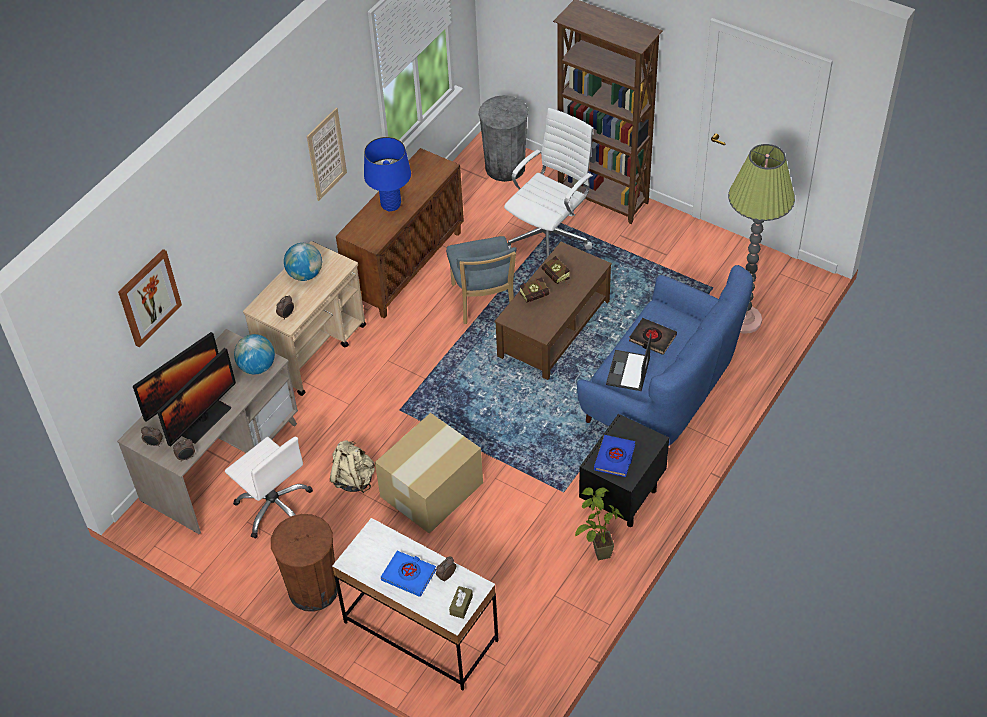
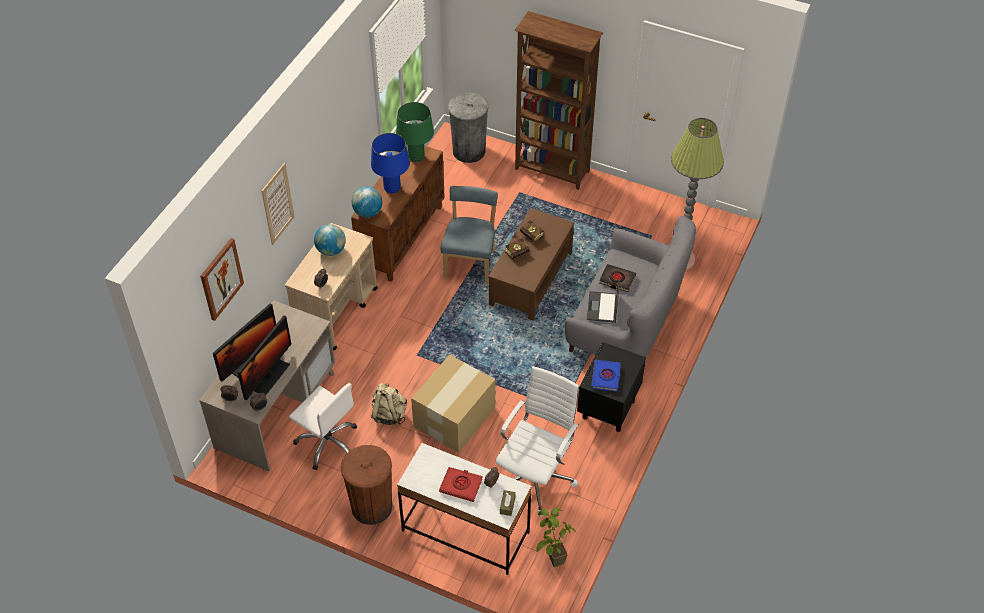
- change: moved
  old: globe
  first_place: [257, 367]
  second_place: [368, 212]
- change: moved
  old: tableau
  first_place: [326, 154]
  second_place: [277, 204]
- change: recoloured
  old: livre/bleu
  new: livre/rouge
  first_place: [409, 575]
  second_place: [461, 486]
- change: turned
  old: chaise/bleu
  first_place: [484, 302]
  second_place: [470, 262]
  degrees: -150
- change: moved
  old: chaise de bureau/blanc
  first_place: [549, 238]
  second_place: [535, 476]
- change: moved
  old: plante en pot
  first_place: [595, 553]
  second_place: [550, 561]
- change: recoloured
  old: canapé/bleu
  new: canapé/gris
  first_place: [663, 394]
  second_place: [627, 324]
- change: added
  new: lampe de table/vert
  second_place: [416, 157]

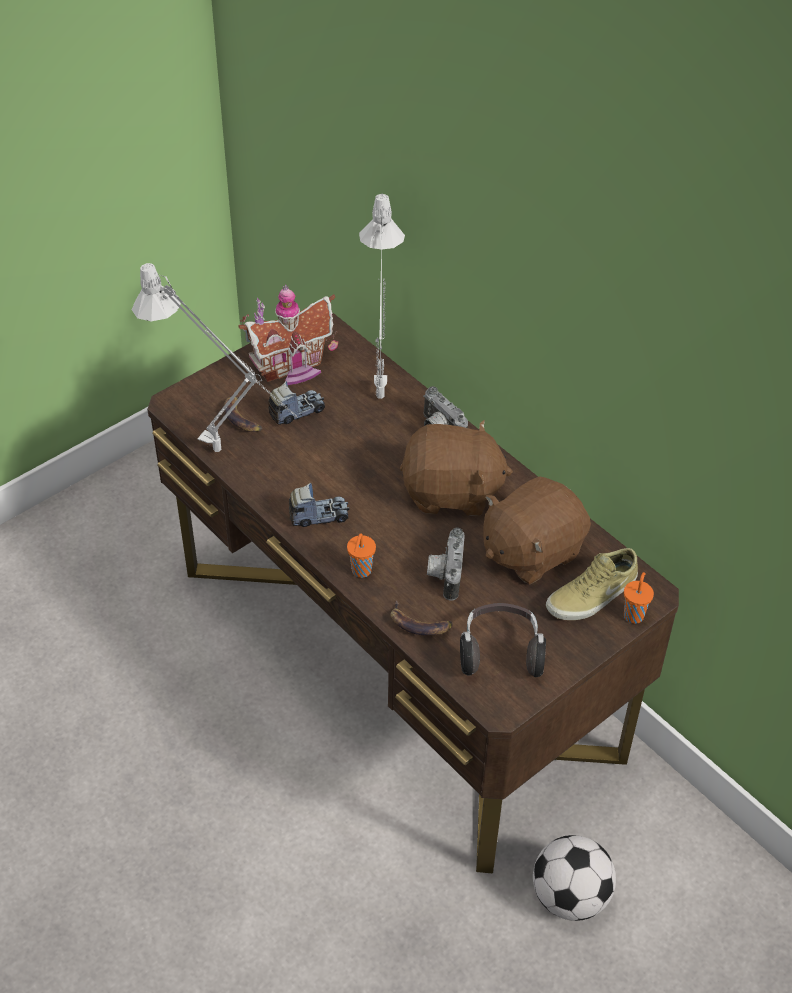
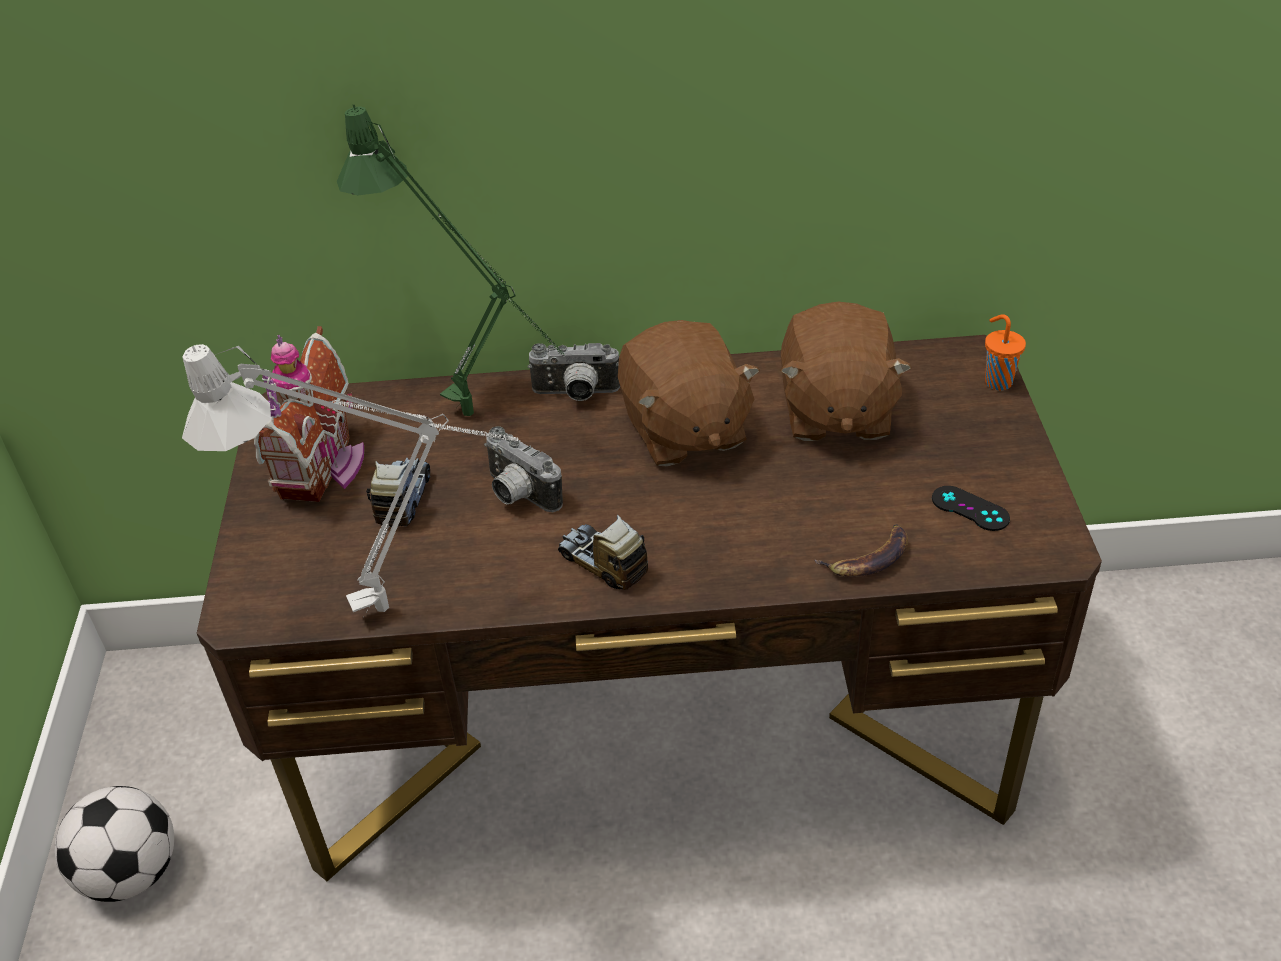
- change: removed
  old: banane
  first_place: [242, 417]
- change: turned
  old: camion jouet
  first_place: [319, 516]
  second_place: [603, 564]
  degrees: -75
- change: removed
  old: tasse/orange
  first_place: [361, 571]
- change: recoloured
  old: lampe de table/gris
  new: lampe de table/vert
  first_place: [380, 406]
  second_place: [481, 422]
- change: turned
  old: peluche/marron
  first_place: [451, 492]
  second_place: [684, 430]
  degrees: 120
- change: moved
  old: appareil photo
  first_place: [444, 574]
  second_place: [518, 495]
- change: replaced
  old: casque audio
  new: manette/noir
  first_place: [500, 651]
  second_place: [970, 509]
- change: moved
  old: ballon de foot
  first_place: [570, 897]
  second_place: [131, 873]
- change: removed
  old: chaussure/beige
  first_place: [593, 595]

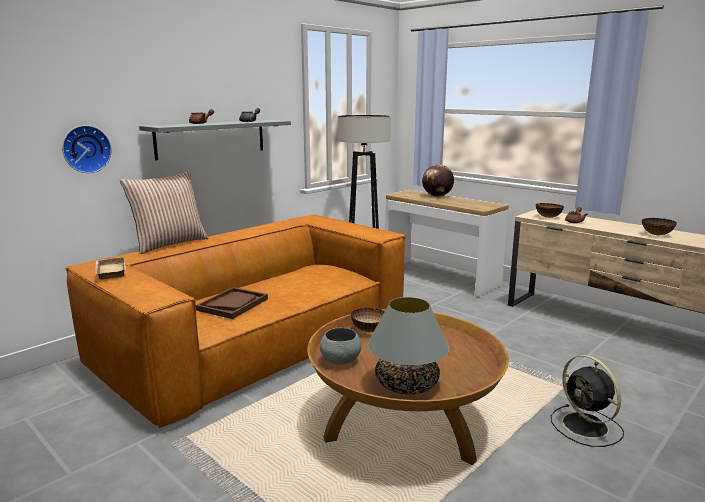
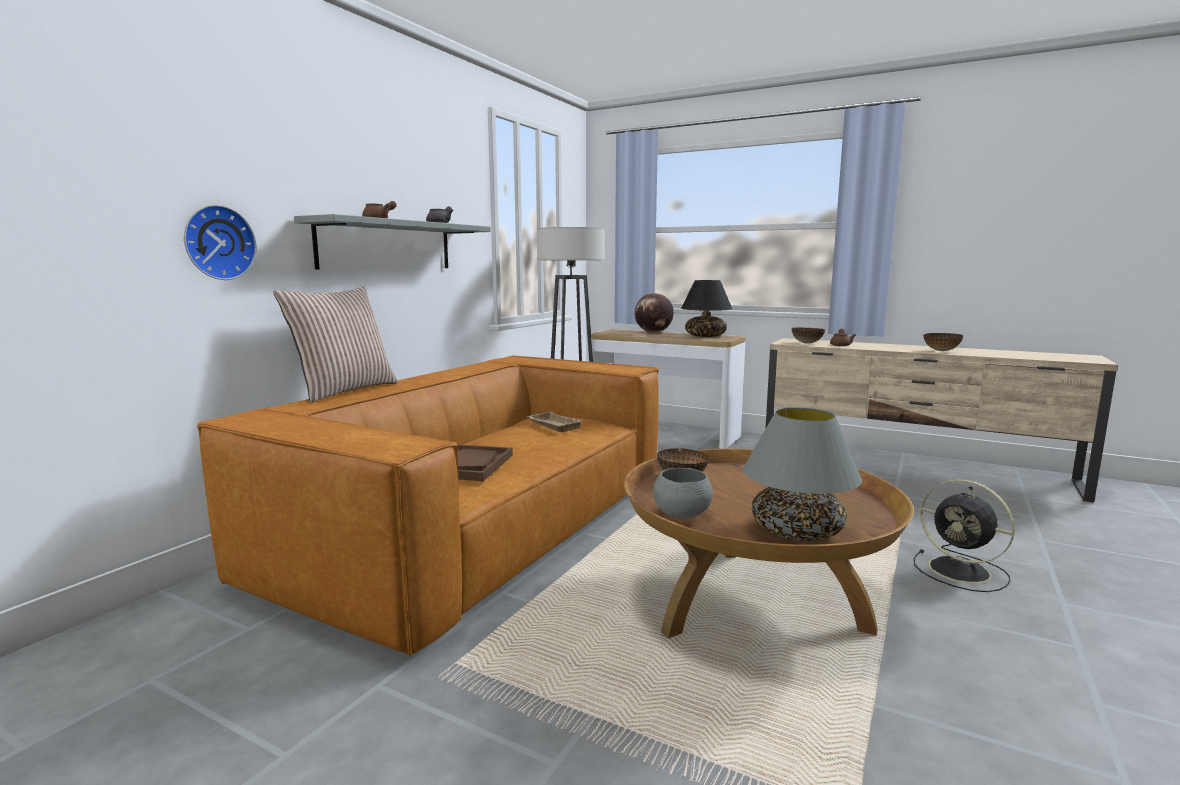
- change: moved
  old: plateau/beige
  first_place: [109, 271]
  second_place: [552, 426]
- change: added
  new: lampe de table/noir
  second_place: [705, 336]

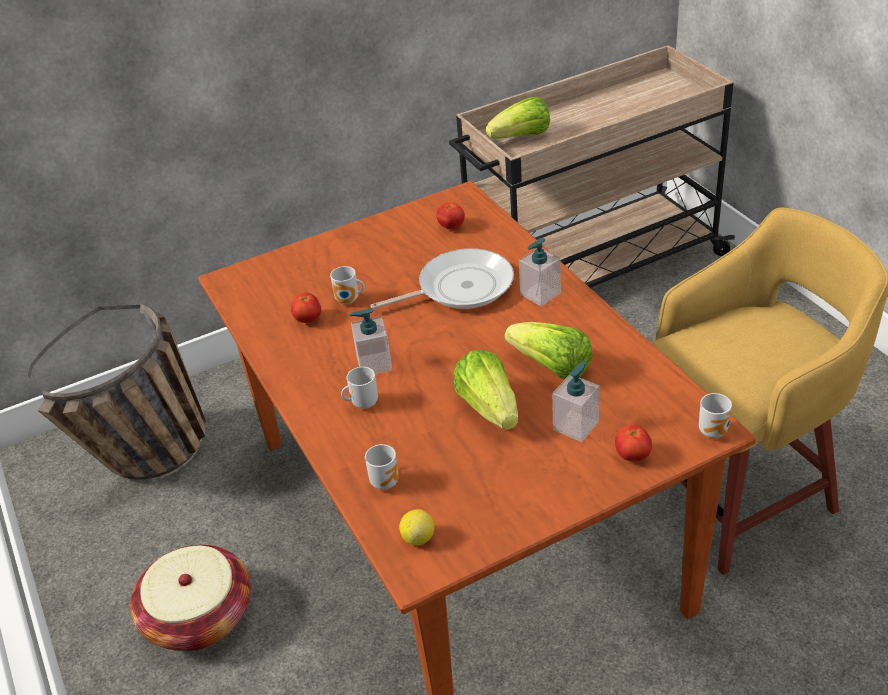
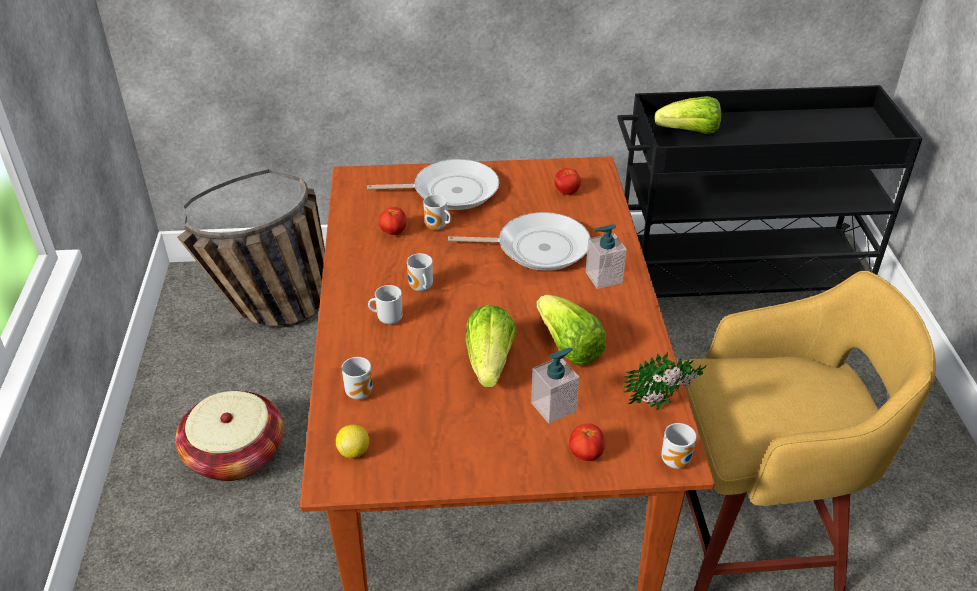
- change: replaced
  old: distributeur de savon
  new: mug
  first_place: [374, 364]
  second_place: [420, 289]
- change: recoloured
  old: chariot/beige
  new: chariot/noir
  first_place: [590, 270]
  second_place: [734, 280]
- change: added
  new: poêle
  second_place: [450, 191]
- change: added
  new: plante en pot
  second_place: [663, 404]

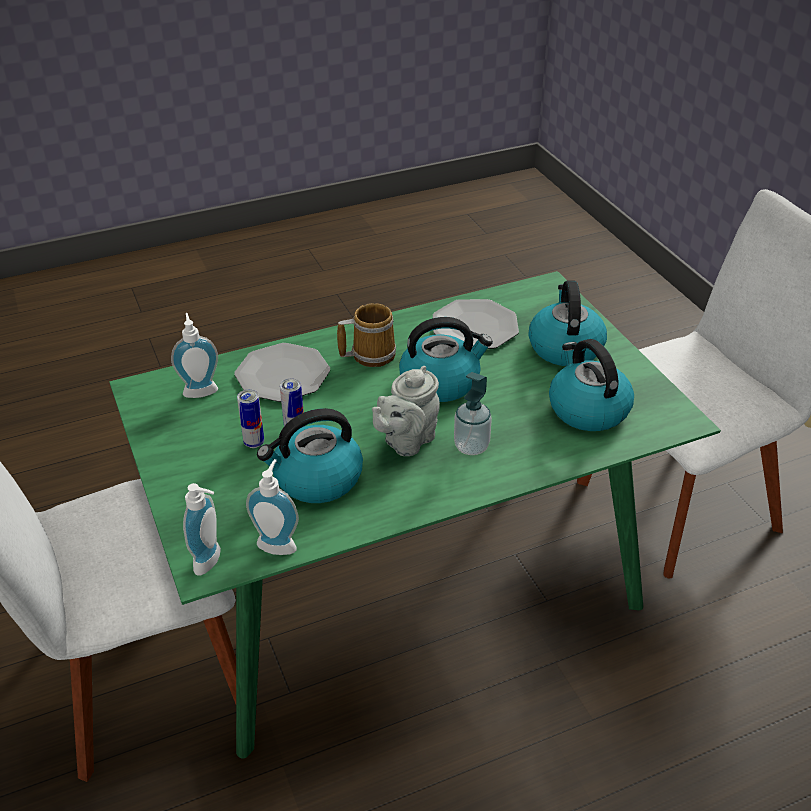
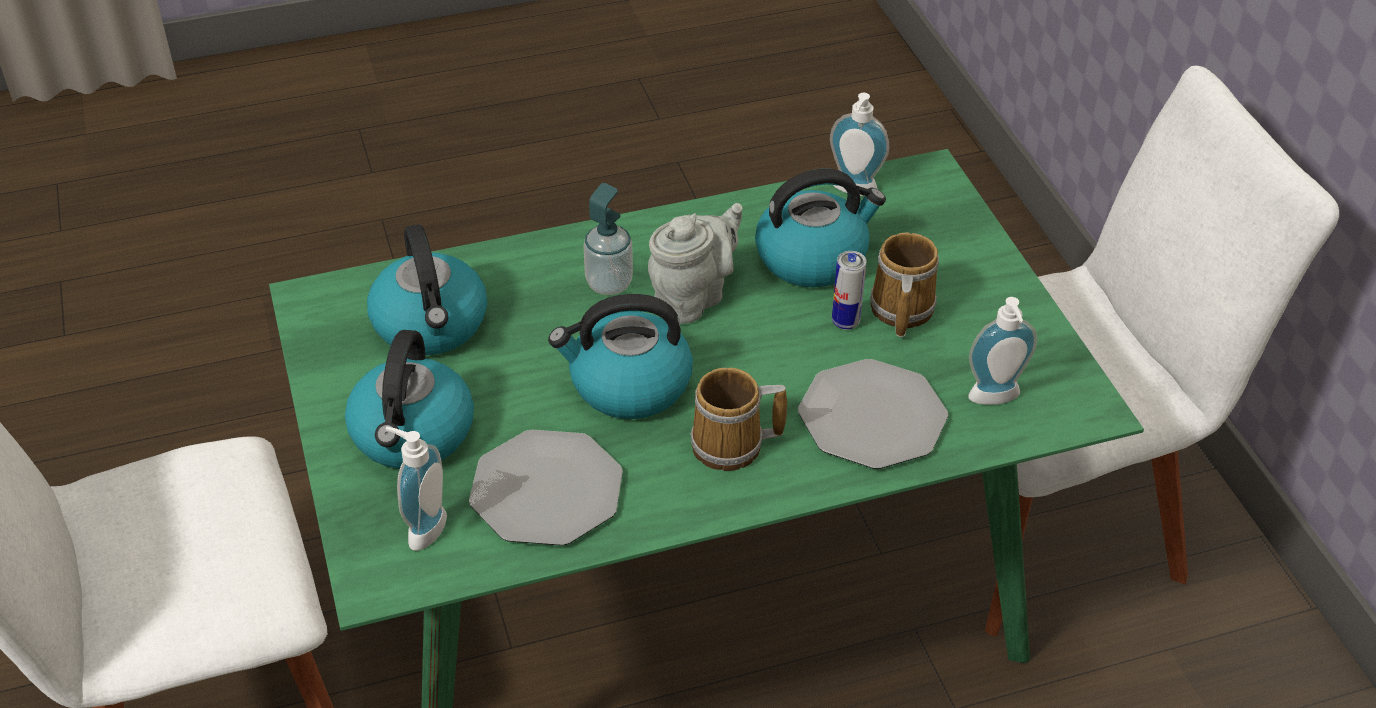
- change: moved
  old: distributeur de savon
  first_place: [211, 561]
  second_place: [422, 528]
- change: replaced
  old: boîte métallique
  new: mug
  first_place: [254, 443]
  second_place: [899, 310]

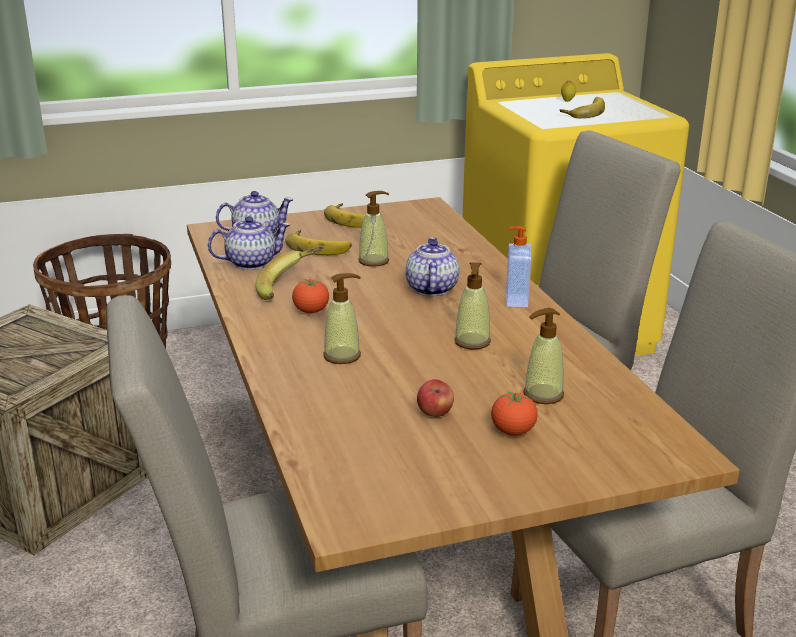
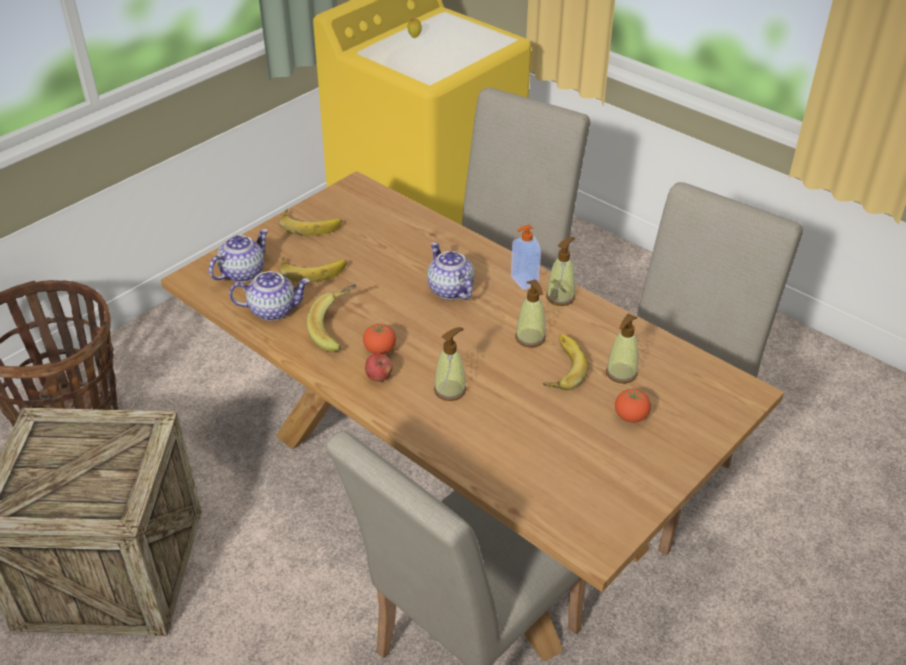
- change: turned
  old: théière
  first_place: [251, 263]
  second_place: [273, 310]
  degrees: 45
- change: moved
  old: distributeur de savon
  first_place: [374, 261]
  second_place: [560, 297]
- change: moved
  old: pomme
  first_place: [435, 413]
  second_place: [379, 377]
- change: moved
  old: banane
  first_place: [583, 111]
  second_place: [560, 366]

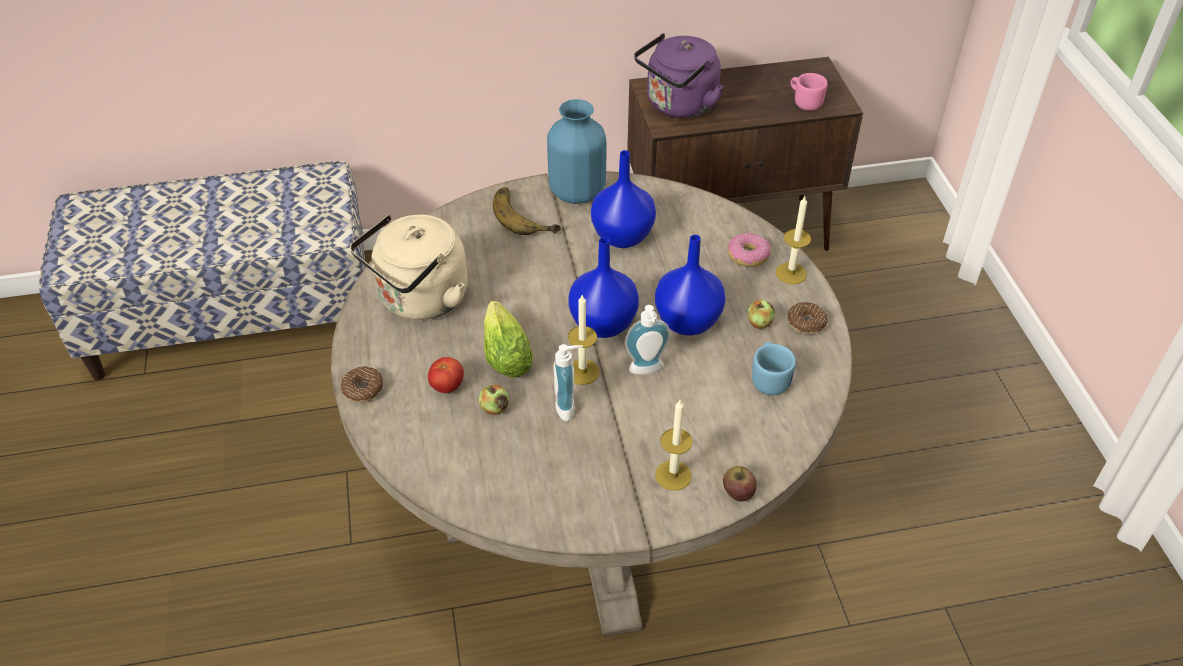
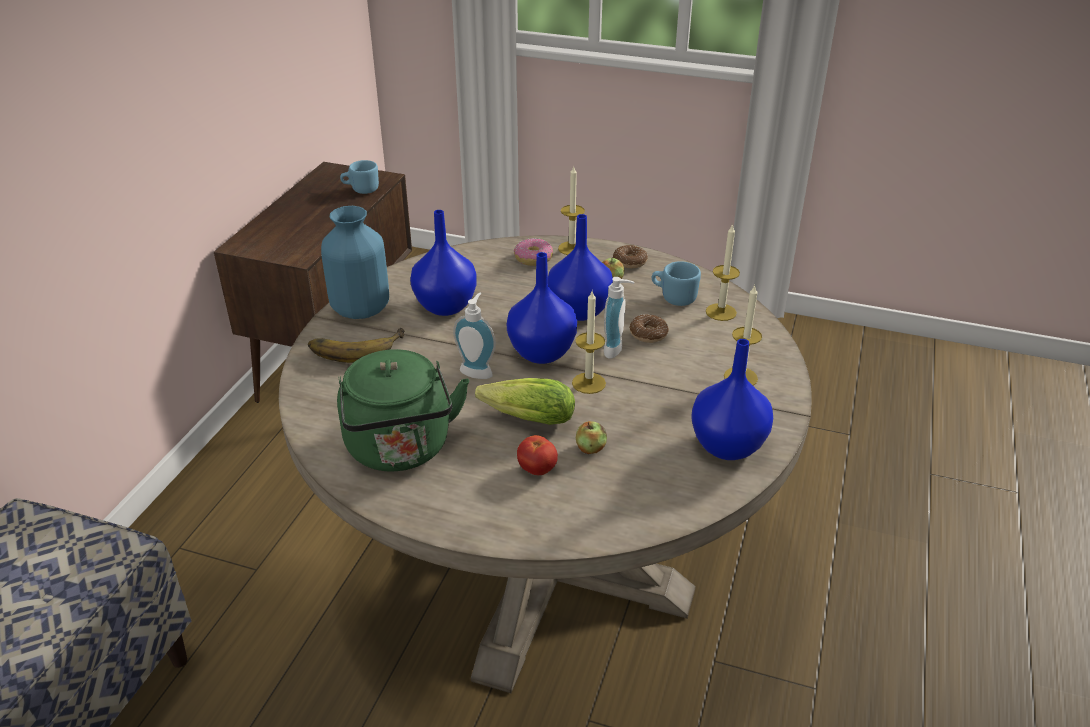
- change: moved
  old: beignet
  first_place: [363, 389]
  second_place: [648, 334]
- change: recoloured
  old: bouilloire/beige
  new: bouilloire/vert
  first_place: [419, 300]
  second_place: [401, 450]
- change: moved
  old: distributeur de savon
  first_place: [569, 407]
  second_place: [478, 370]
- change: removed
  old: bouilloire/violet
  first_place: [678, 106]
- change: removed
  old: pomme
  first_place: [738, 492]
- change: recoloured
  old: mug/rose
  new: mug/bleu
  first_place: [804, 102]
  second_place: [361, 190]
- change: added
  new: vase/bleu
  second_place: [726, 445]
- change: added
  new: bougie
  second_place: [721, 312]

